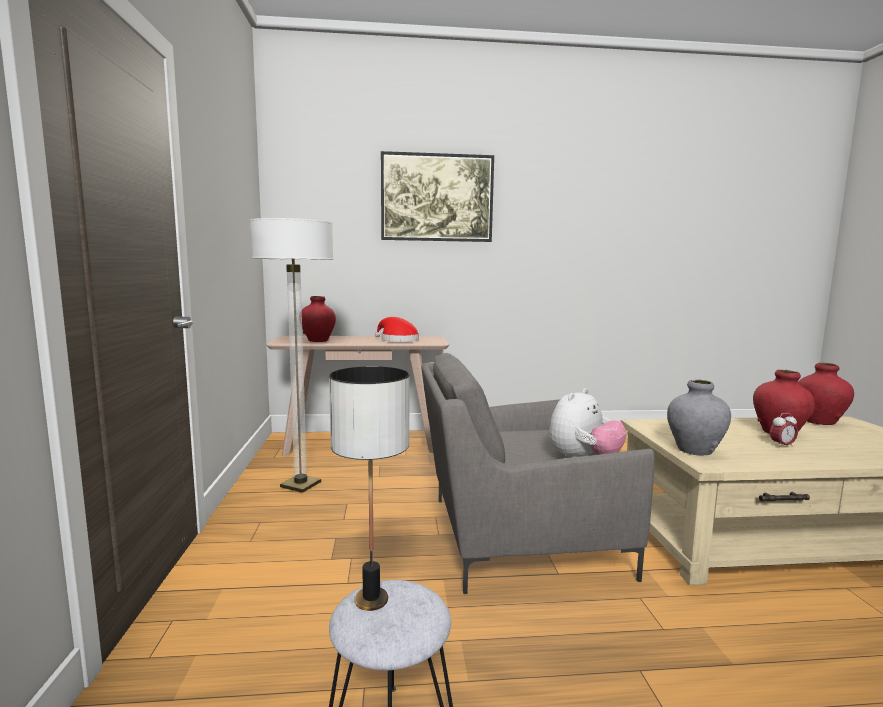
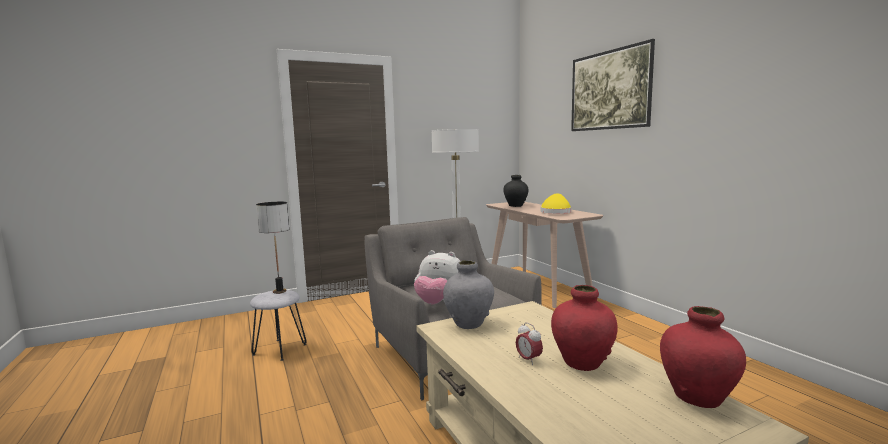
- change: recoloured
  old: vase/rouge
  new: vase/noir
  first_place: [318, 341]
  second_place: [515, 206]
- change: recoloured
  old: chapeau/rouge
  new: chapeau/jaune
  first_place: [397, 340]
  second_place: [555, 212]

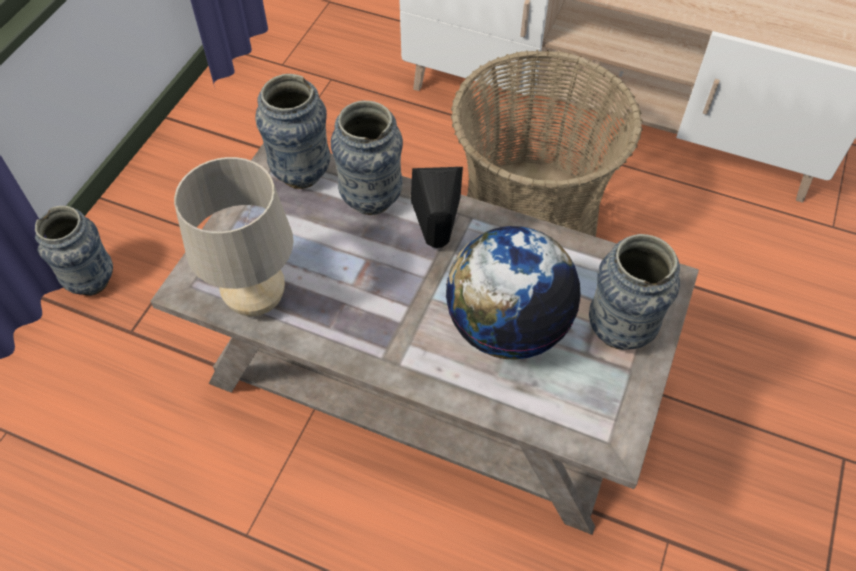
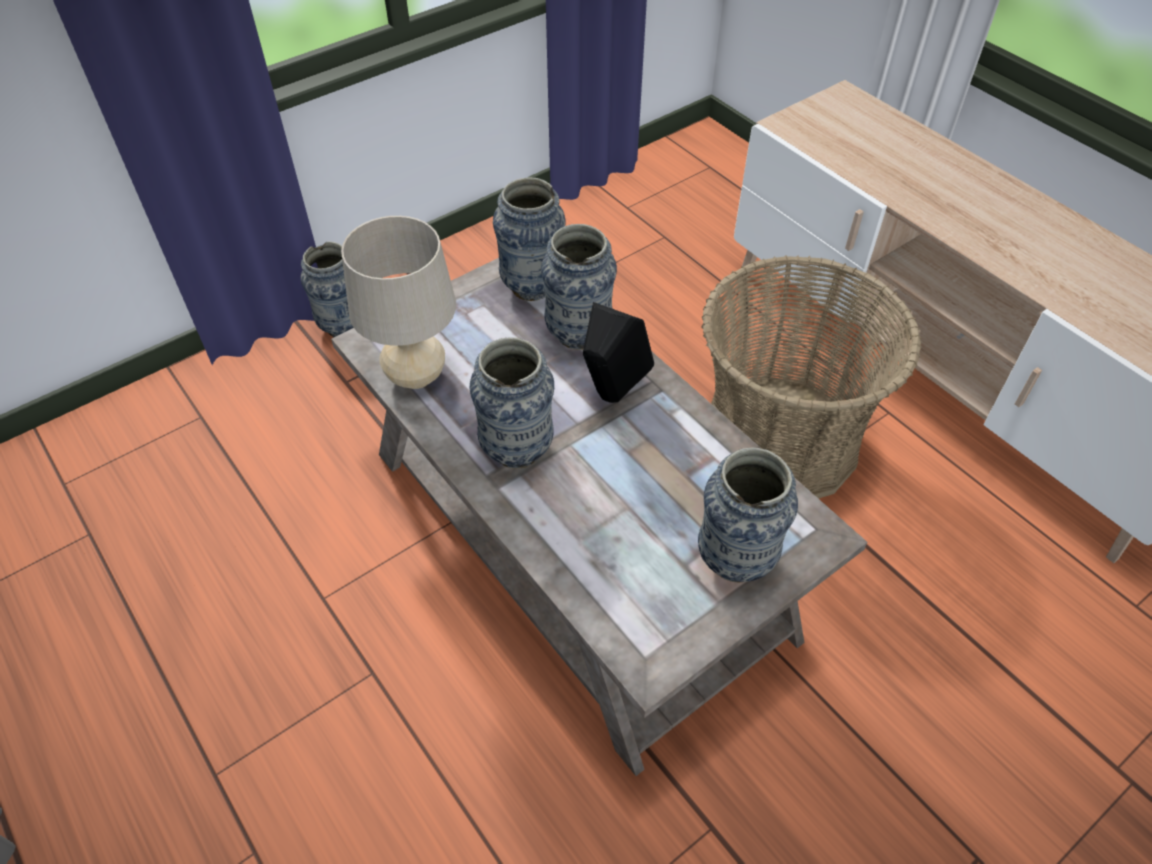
- change: removed
  old: globe
  first_place: [507, 326]
- change: added
  new: vase
  second_place: [517, 450]

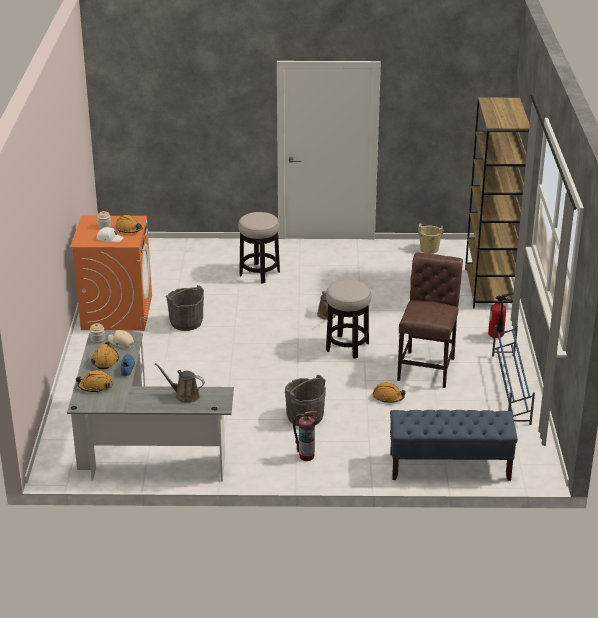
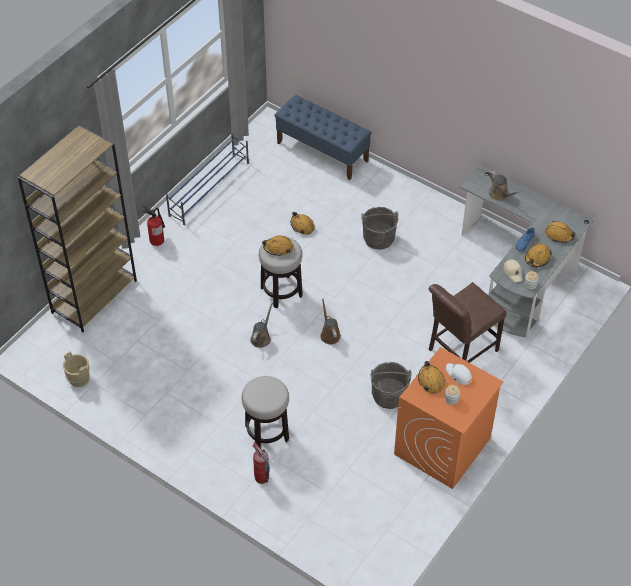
- change: moved
  old: extincteur
  first_place: [306, 456]
  second_place: [261, 478]
- change: moved
  old: chaise/marron
  first_place: [427, 367]
  second_place: [459, 351]
- change: added
  new: casque de chantier/orange
  second_place: [278, 248]
- change: added
  new: arrosoir/marron
  second_place: [329, 334]

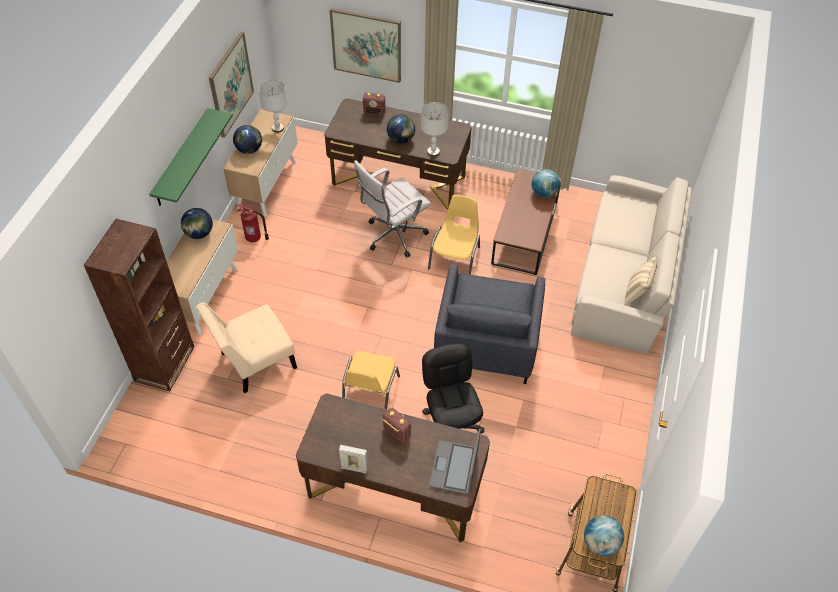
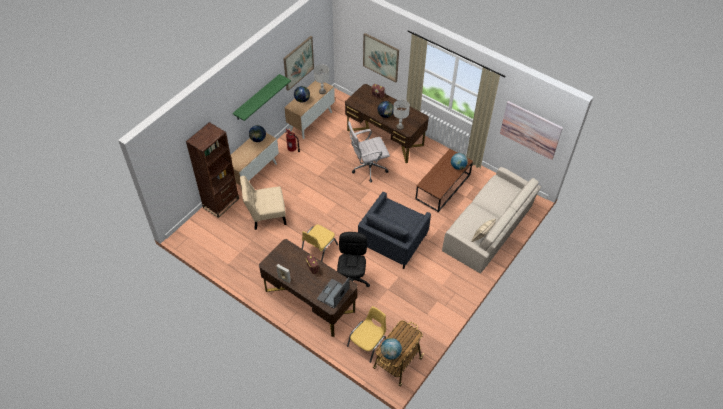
- change: moved
  old: chaise/jaune
  first_place: [455, 257]
  second_place: [368, 343]
- change: added
  new: tableau
  second_place: [530, 130]

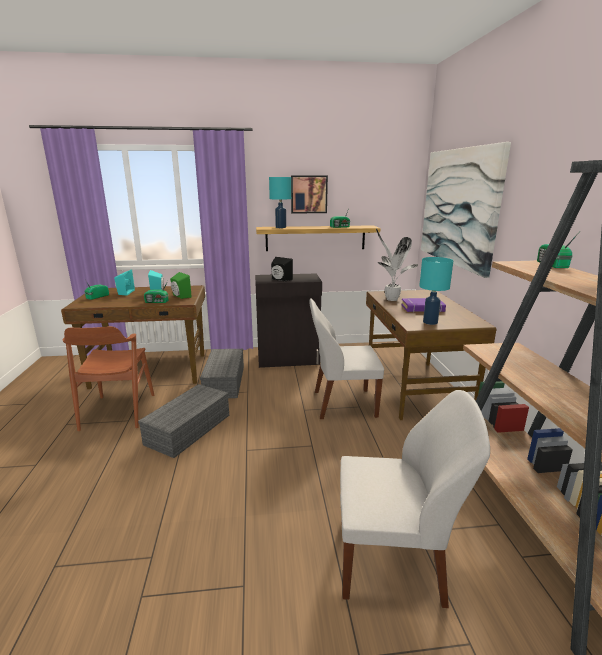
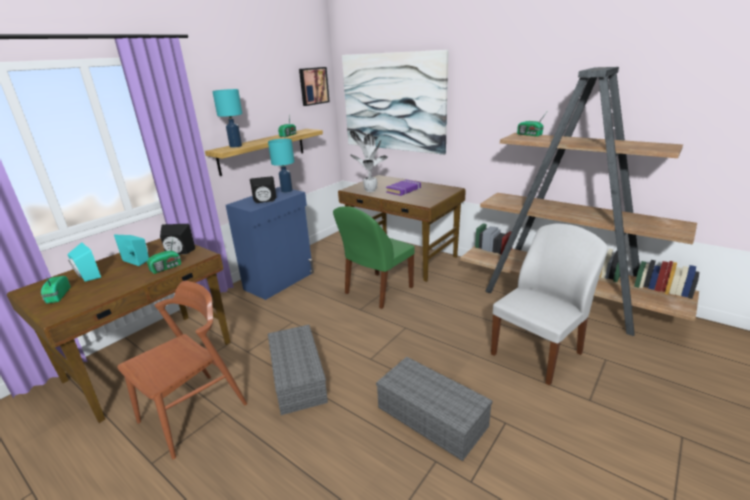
- change: turned
  old: chaise/marron
  first_place: [118, 411]
  second_place: [193, 412]
  degrees: -90
- change: recoloured
  old: enceinte/vert
  new: enceinte/noir
  first_place: [180, 296]
  second_place: [178, 253]
- change: moved
  old: boîte de rangement/gris
  first_place: [225, 382]
  second_place: [433, 416]
- change: recoloured
  old: meuble de rangement/noir
  new: meuble de rangement/bleu
  first_place: [289, 359]
  second_place: [280, 281]
- change: moved
  old: tableau
  first_place: [308, 194]
  second_place: [313, 86]
- change: recoloured
  old: chaise/blanc
  new: chaise/vert
  first_place: [342, 404]
  second_place: [377, 291]
- change: moved
  old: lampe de table/turquoise
  first_place: [430, 322]
  second_place: [286, 191]

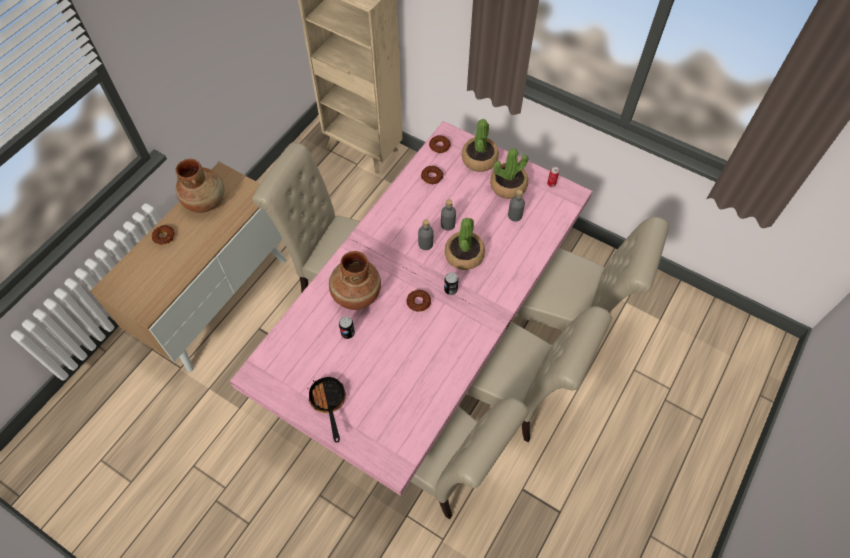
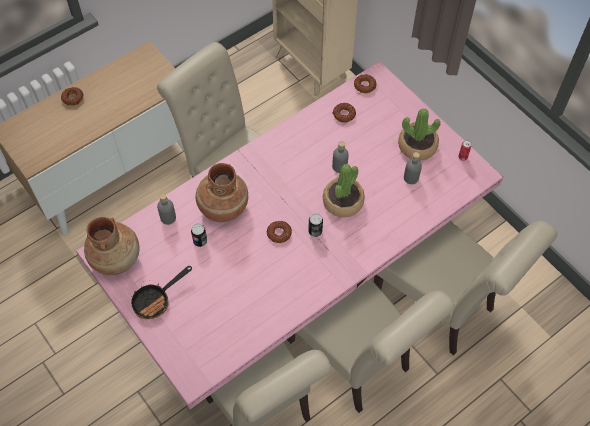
- change: moved
  old: vase/marron
  first_place: [205, 200]
  second_place: [116, 258]
- change: turned
  old: poêle
  first_place: [328, 403]
  second_place: [156, 300]
  degrees: -135
- change: moved
  old: bouteille/gris
  first_place: [425, 244]
  second_place: [168, 218]
- change: removed
  old: plante en pot
  first_place: [479, 159]

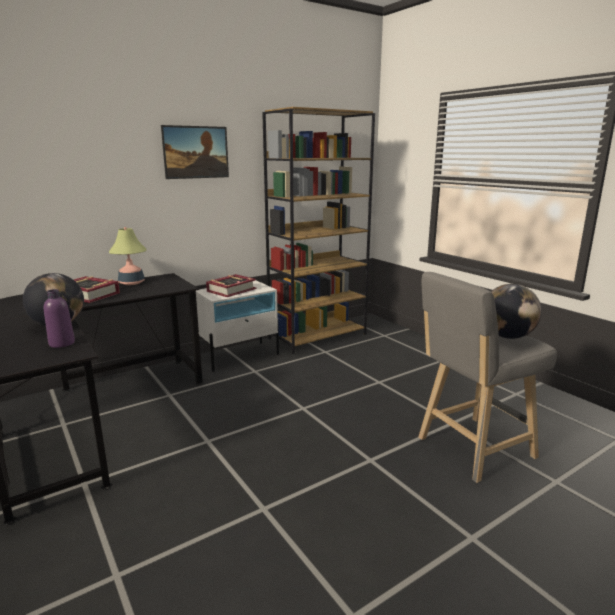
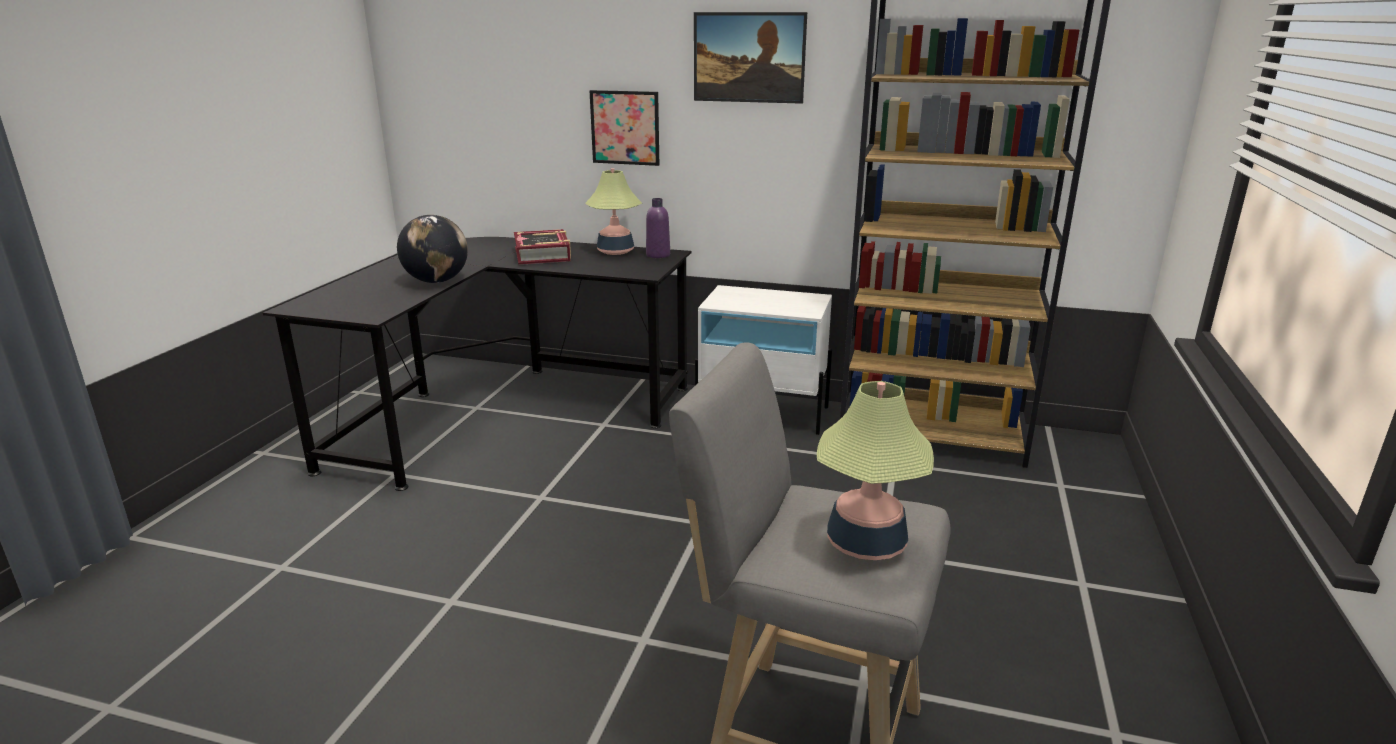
- change: moved
  old: bouteille/violet
  first_place: [62, 343]
  second_place: [658, 255]
- change: removed
  old: livre
  first_place: [231, 290]
- change: replaced
  old: globe
  new: lampe de table
  first_place: [507, 336]
  second_place: [866, 543]
- change: added
  new: tableau
  second_place: [625, 127]

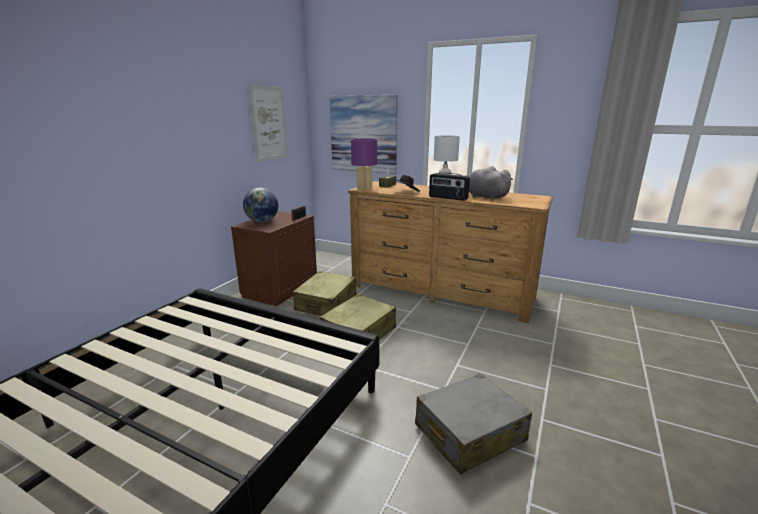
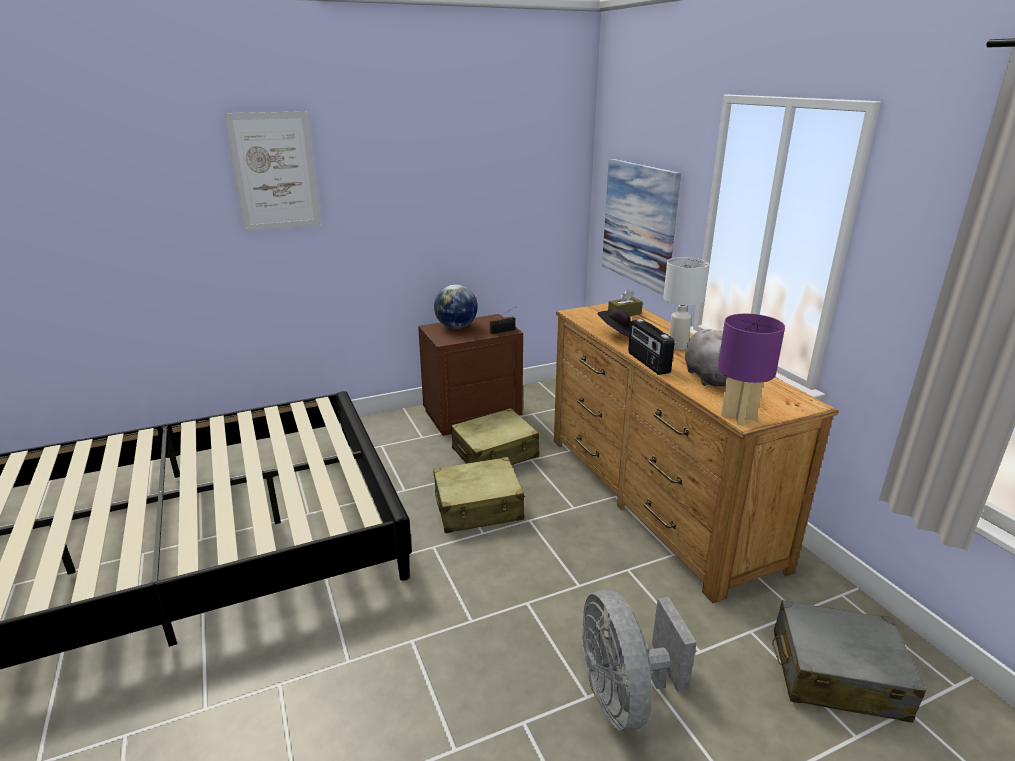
- change: moved
  old: tableau
  first_place: [269, 123]
  second_place: [275, 172]
- change: moved
  old: lampe de table/violet
  first_place: [364, 188]
  second_place: [737, 416]
- change: moved
  old: valise/gris
  first_place: [469, 433]
  second_place: [836, 674]
- change: added
  new: ventilateur/gris
  second_place: [624, 695]

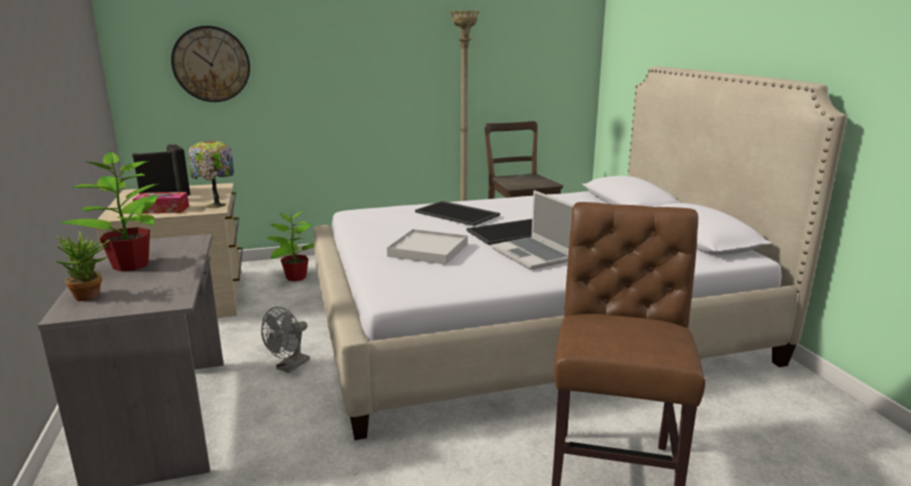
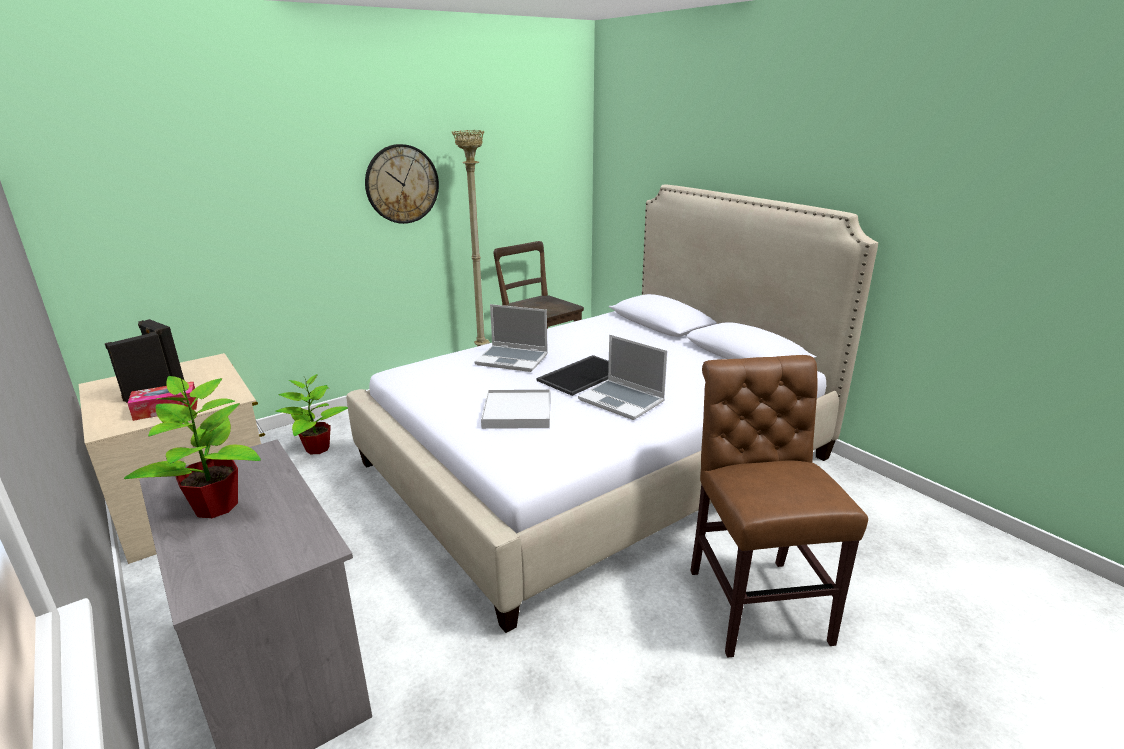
- change: removed
  old: plante en pot
  first_place: [92, 296]
- change: moved
  old: horloge murale
  first_place: [211, 64]
  second_place: [402, 184]
- change: removed
  old: lampe de table
  first_place: [216, 206]
- change: removed
  old: ventilateur/gris
  first_place: [289, 367]
- change: replaced
  old: plateau
  new: ordinateur portable
  first_place: [458, 213]
  second_place: [513, 359]

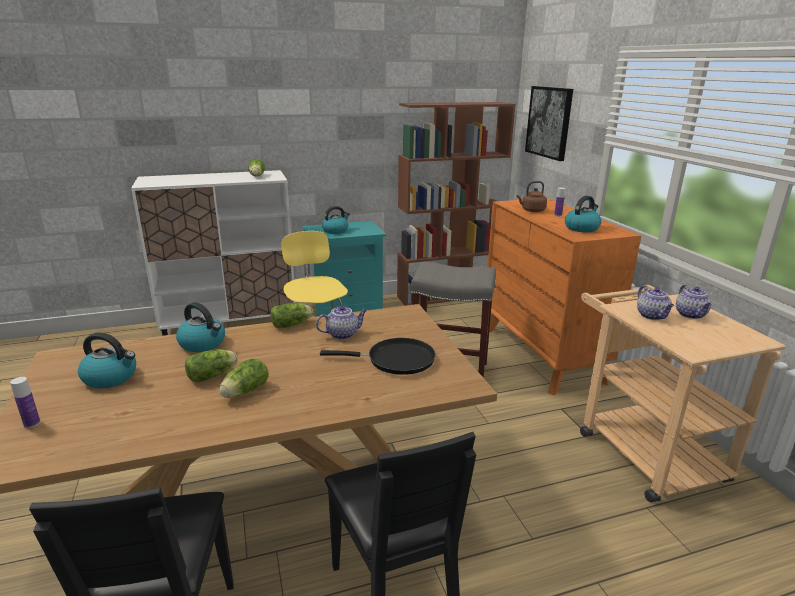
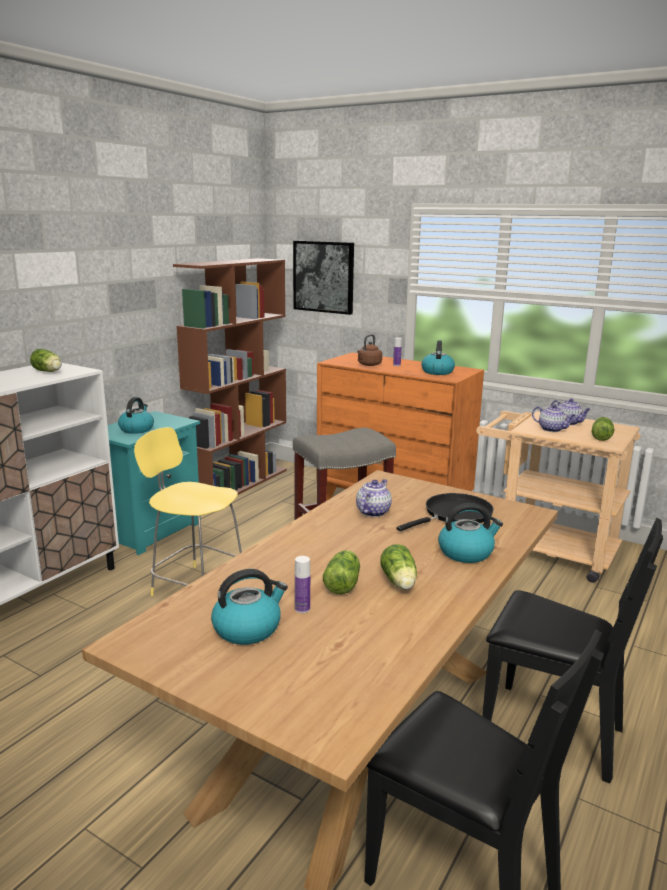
- change: moved
  old: bouteille
  first_place: [32, 423]
  second_place: [302, 609]
- change: moved
  old: bouilloire
  first_place: [203, 343]
  second_place: [466, 552]
- change: moved
  old: laitue
  first_place: [293, 324]
  second_place: [601, 436]

